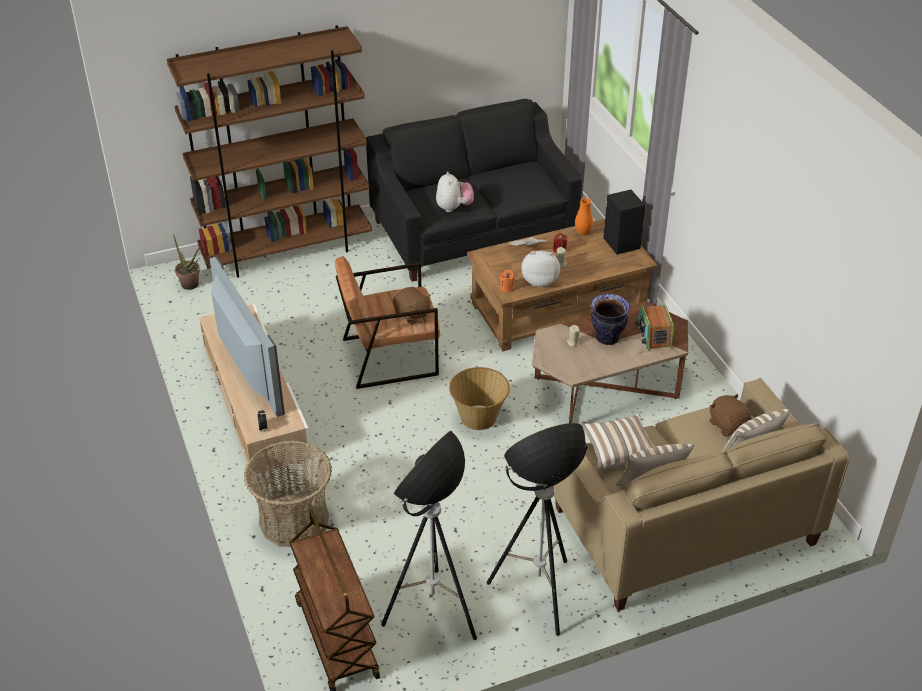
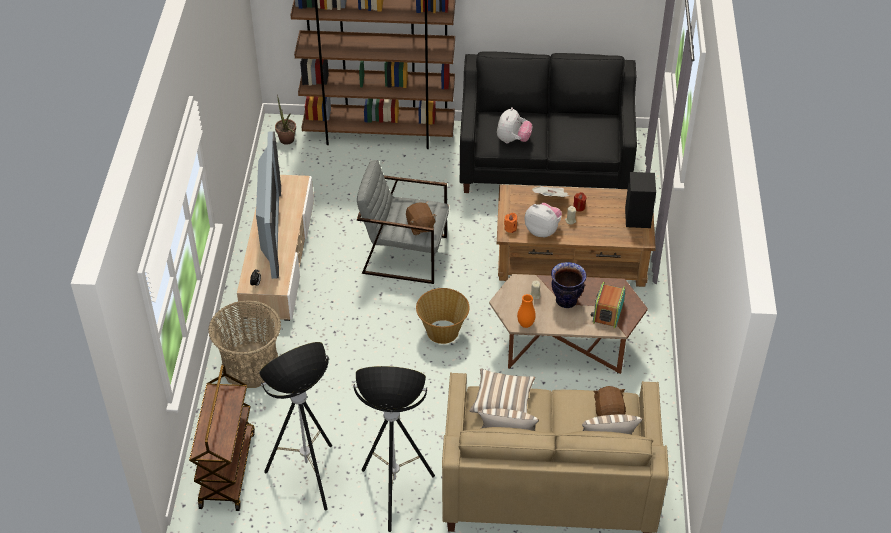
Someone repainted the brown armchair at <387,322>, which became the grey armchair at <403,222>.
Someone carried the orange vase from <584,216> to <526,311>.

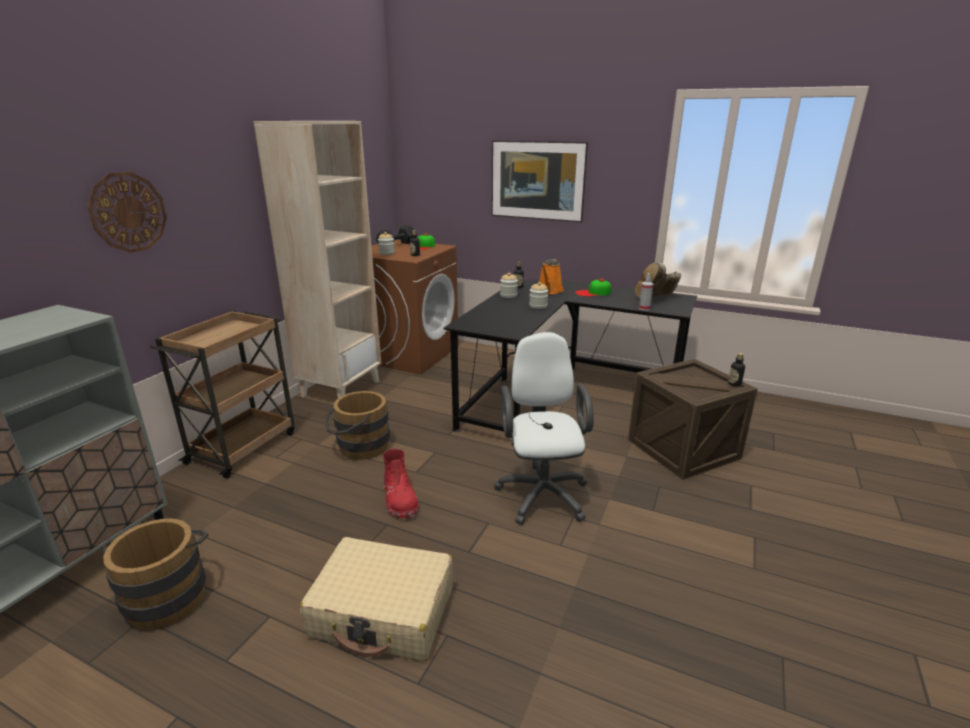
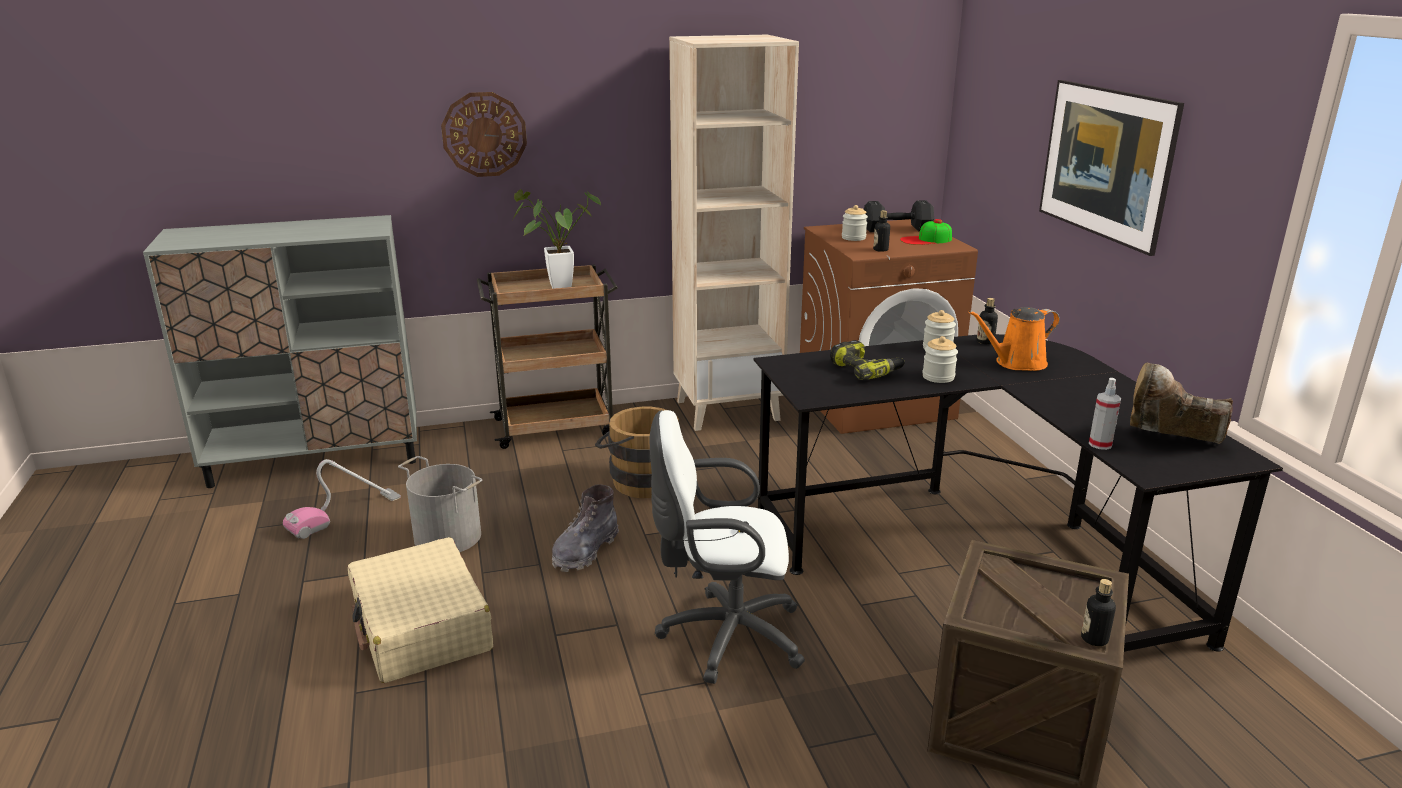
Someone swapped the brown bucket at <155,574> for the vacuum cleaner at <342,499>.
Someone put down the grey bucket at <440,504>.
Someone put down the potted plant at <557,239>.
Someone repainted the red boot at <401,484>, which became the grey boot at <585,528>.
Someone rotated the white office chair at <544,428> by 135 degrees counterclockwise.
Someone put down the power drill at <867,360>.
Someone took away the cap at <593,287>.

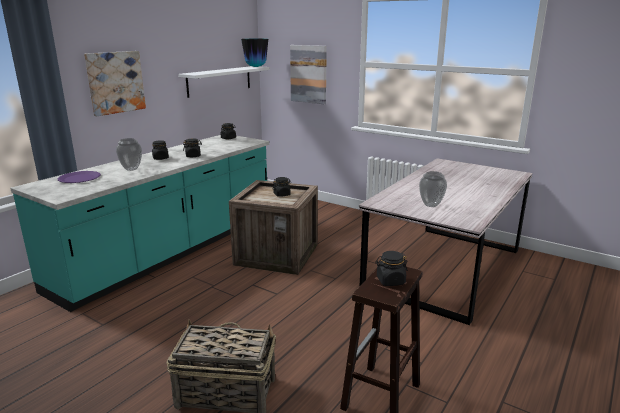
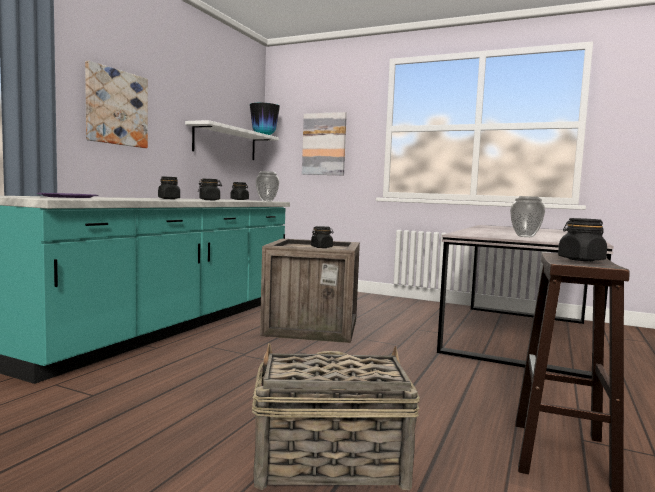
Someone carried the vase from <129,154> to <267,186>.

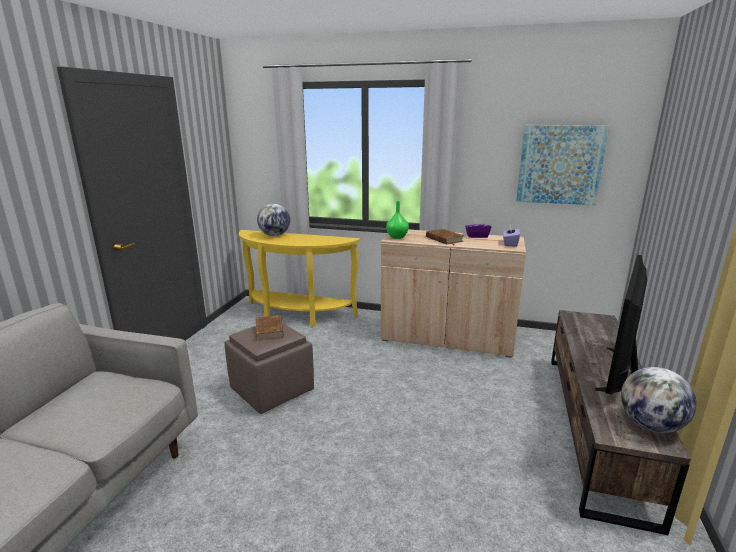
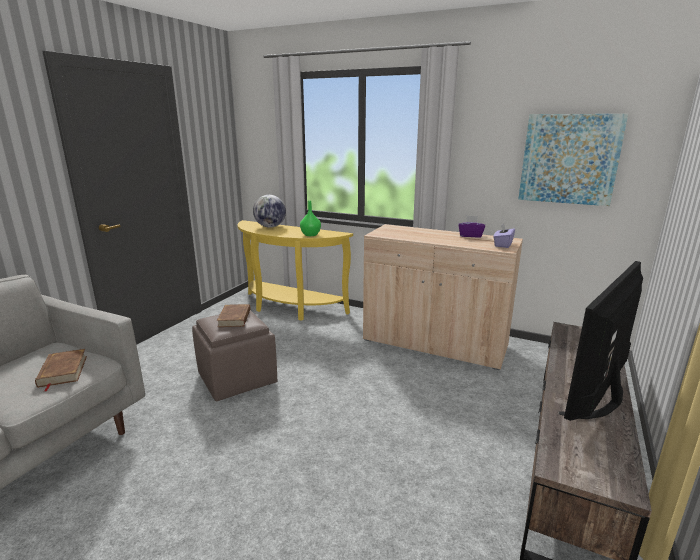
Someone carried the brown book from <445,237> to <61,370>.
Someone carried the green vase from <397,220> to <310,218>.
Someone took away the globe at <659,400>.

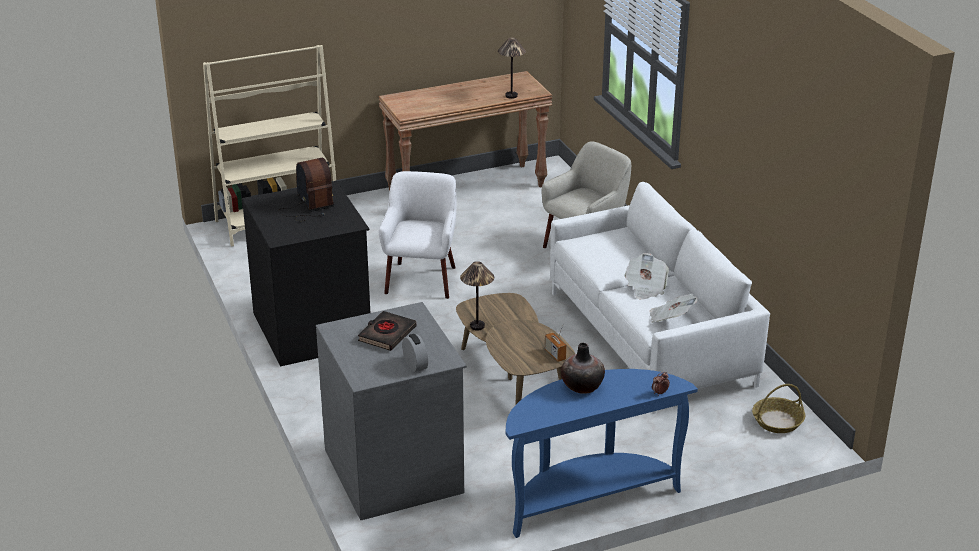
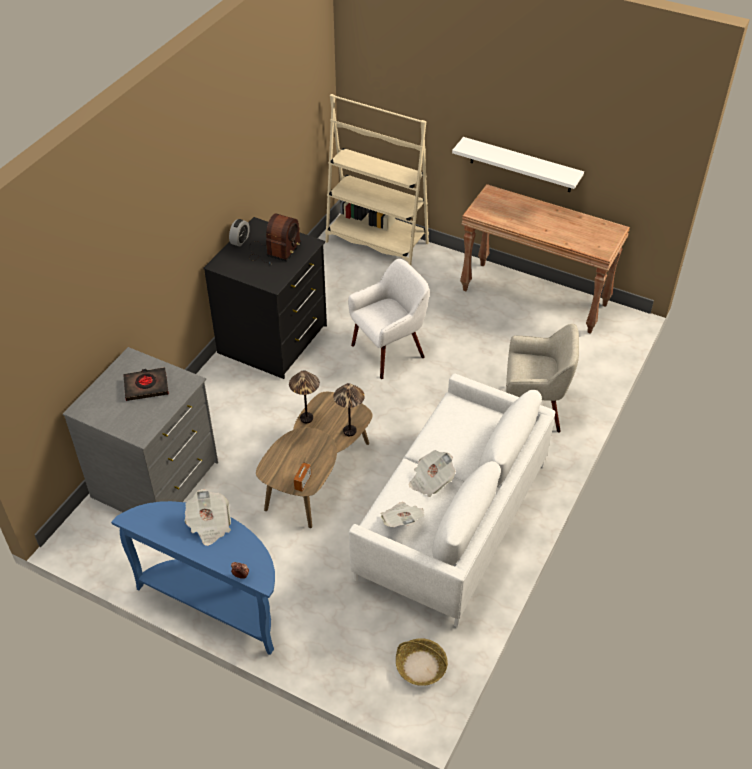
Someone swapped the vase at <583,368> for the newspaper at <208,517>.
Someone carried the alarm clock from <415,353> to <239,233>.
Someone carried the table lamp from <512,68> to <349,409>.
Someone put up the white shelf at <518,164>.

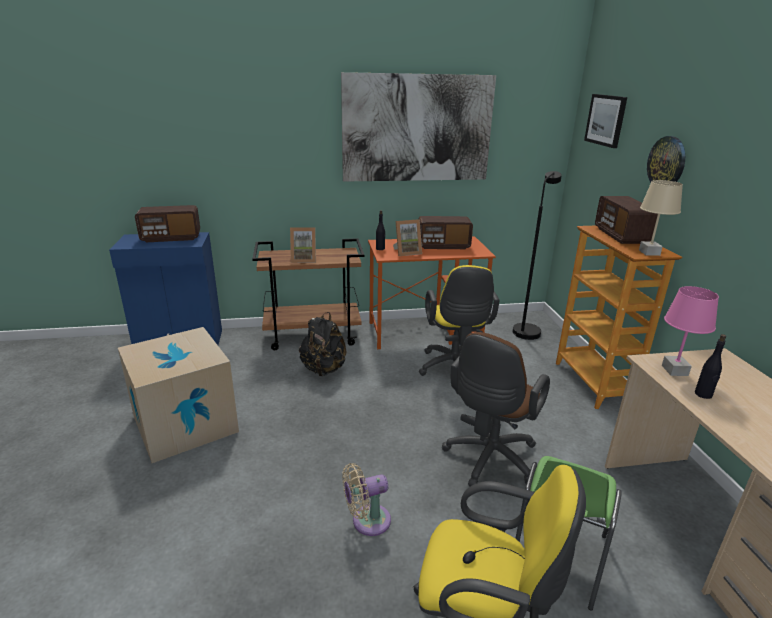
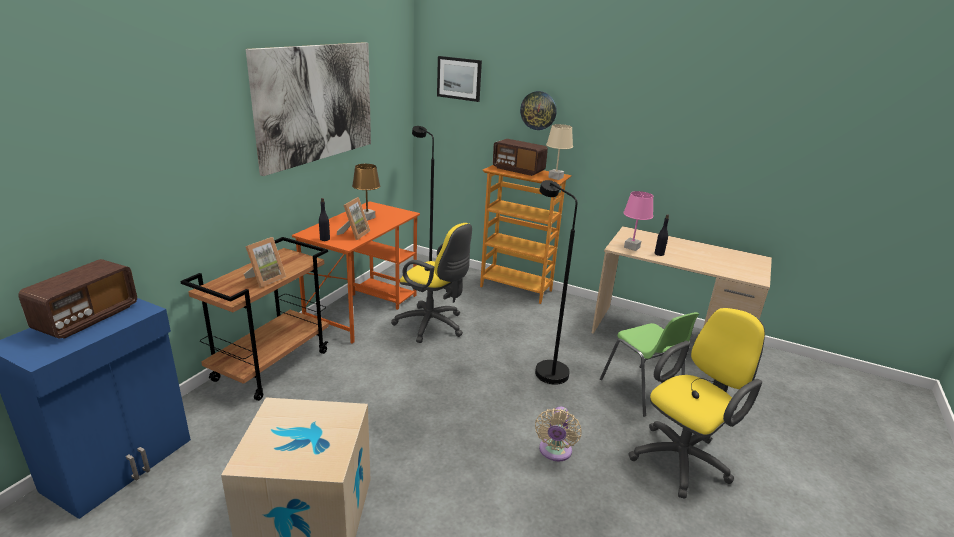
Someone swapped the radio at <446,232> for the brown table lamp at <366,192>.
Someone swapped the brown office chair at <496,409> for the black floor lamp at <556,282>.
Someone took away the black backpack at <322,344>.

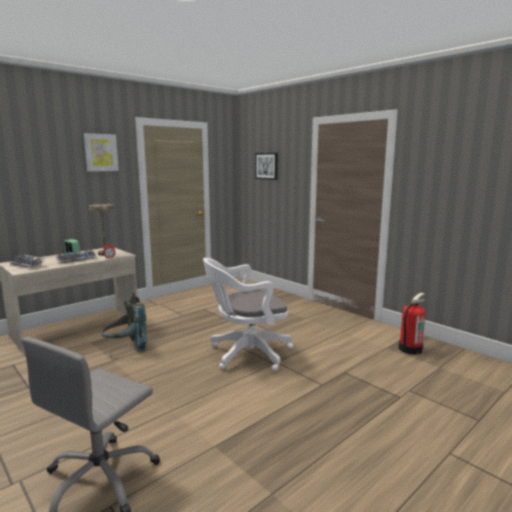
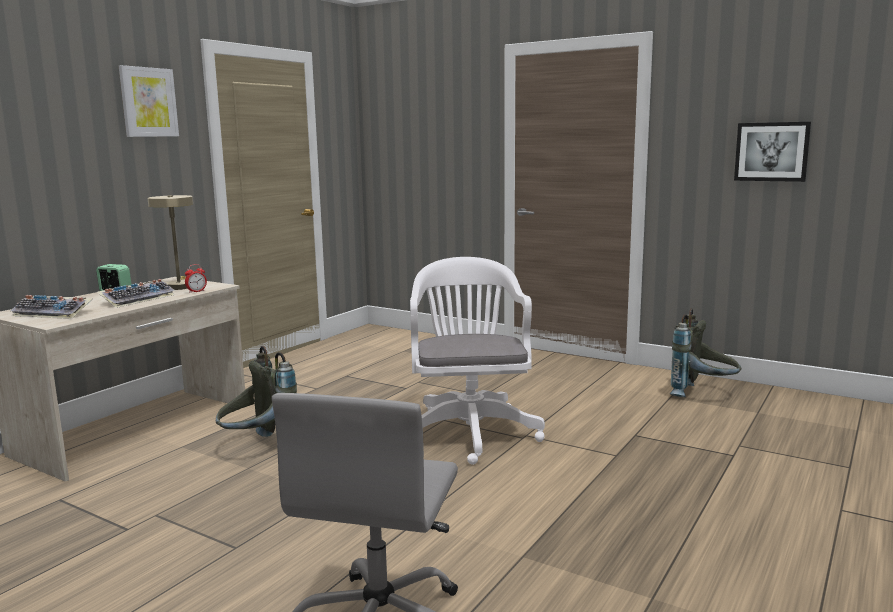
Someone rotated the white office chair at <248,314> by 120 degrees clockwise.
Someone swapped the fire extinguisher at <412,324> for the grey backpack at <705,352>.
Someone carried the picture from <266,166> to <772,152>.

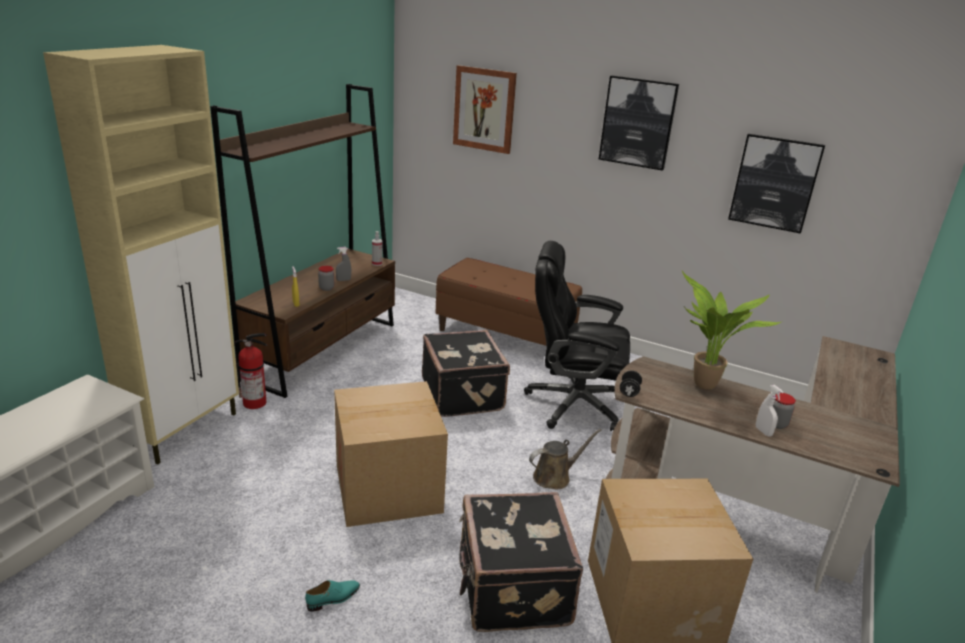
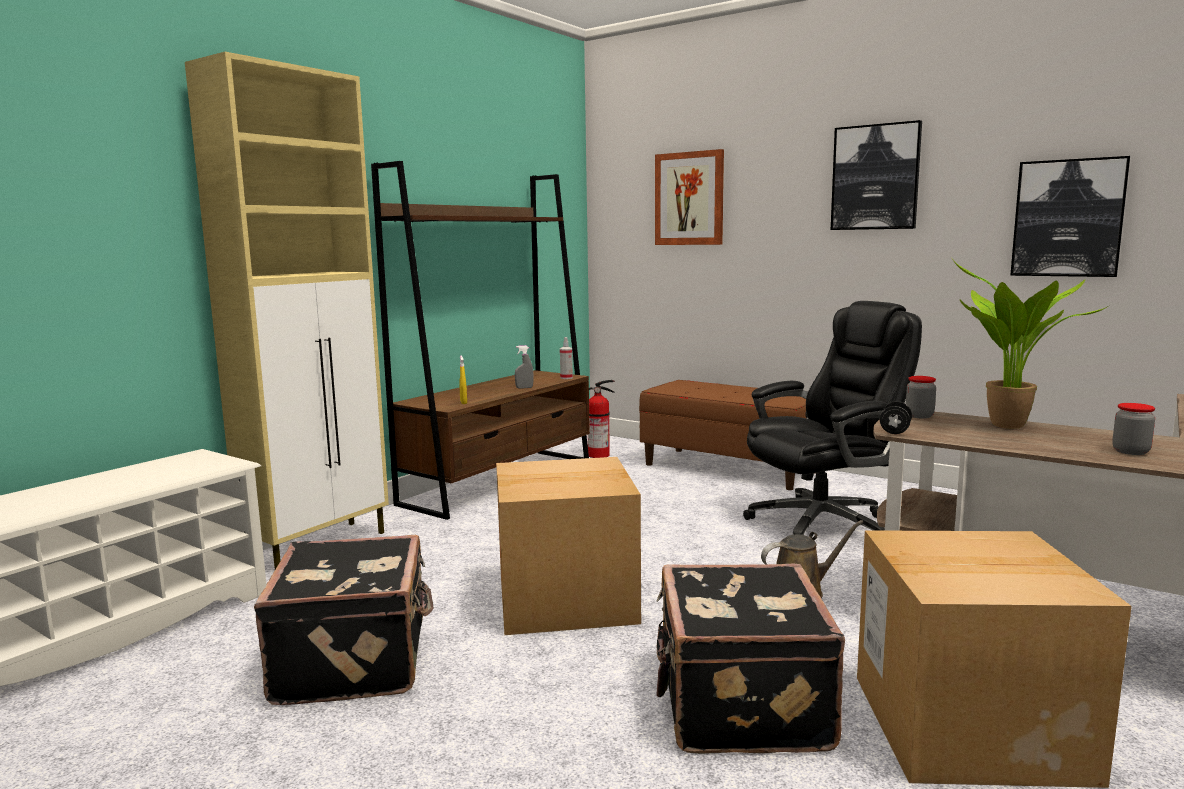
Someone carried the black suitcase from <466,373> to <344,620>.
Someone carried the fire extinguisher from <251,371> to <601,419>.
Someone rotated the black office chair at <577,336> by 135 degrees clockwise.
Someone carried the jar from <326,278> to <921,397>.
Someone took away the turquoise shoe at <332,596>.
Someone took away the white spray bottle at <770,411>.

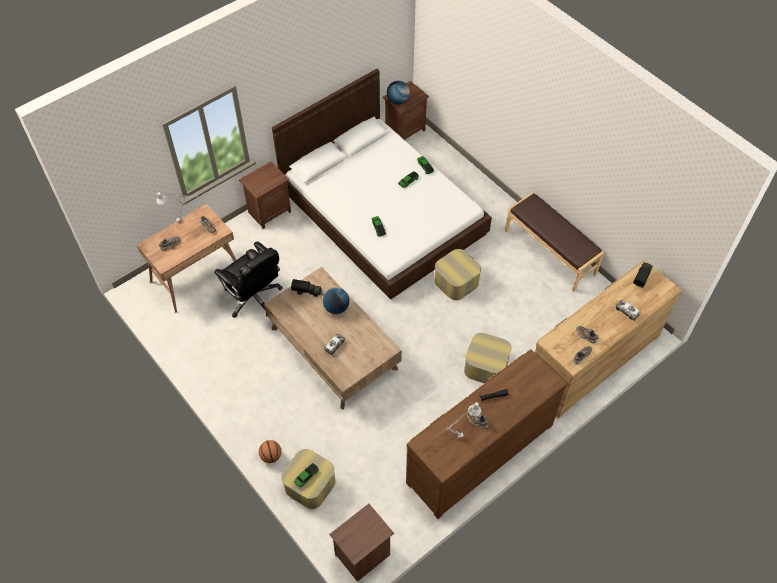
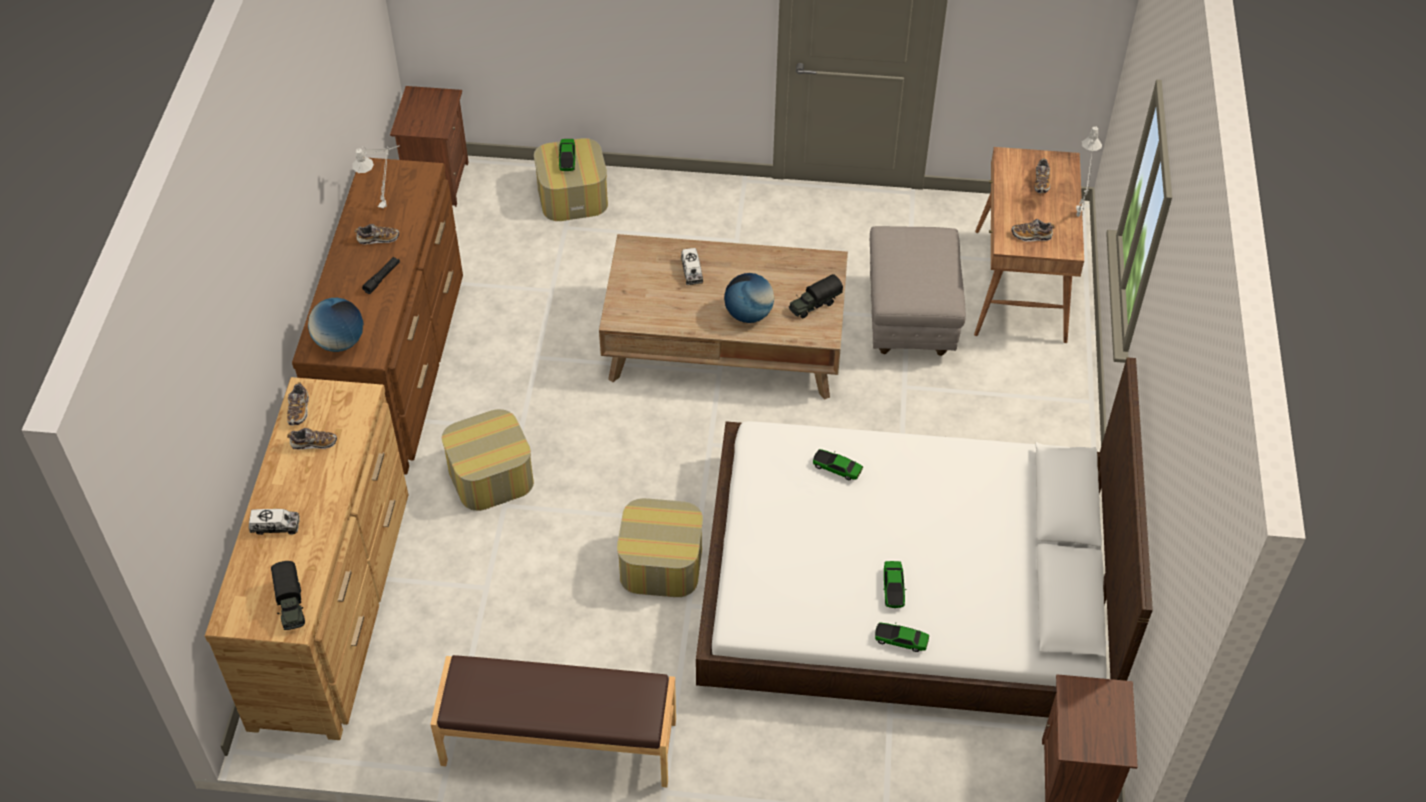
Someone carried the globe from <398,92> to <335,325>.
Someone swapped the black office chair at <248,279> for the grey ottoman at <918,291>.
Someone took away the brown nightstand at <265,195>.
Someone took away the basketball at <270,451>.

